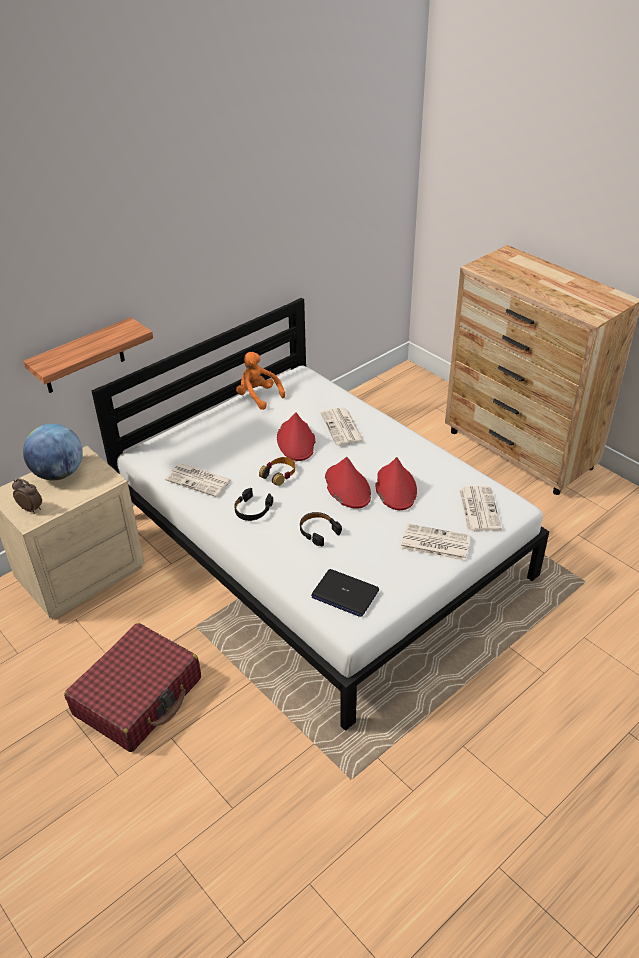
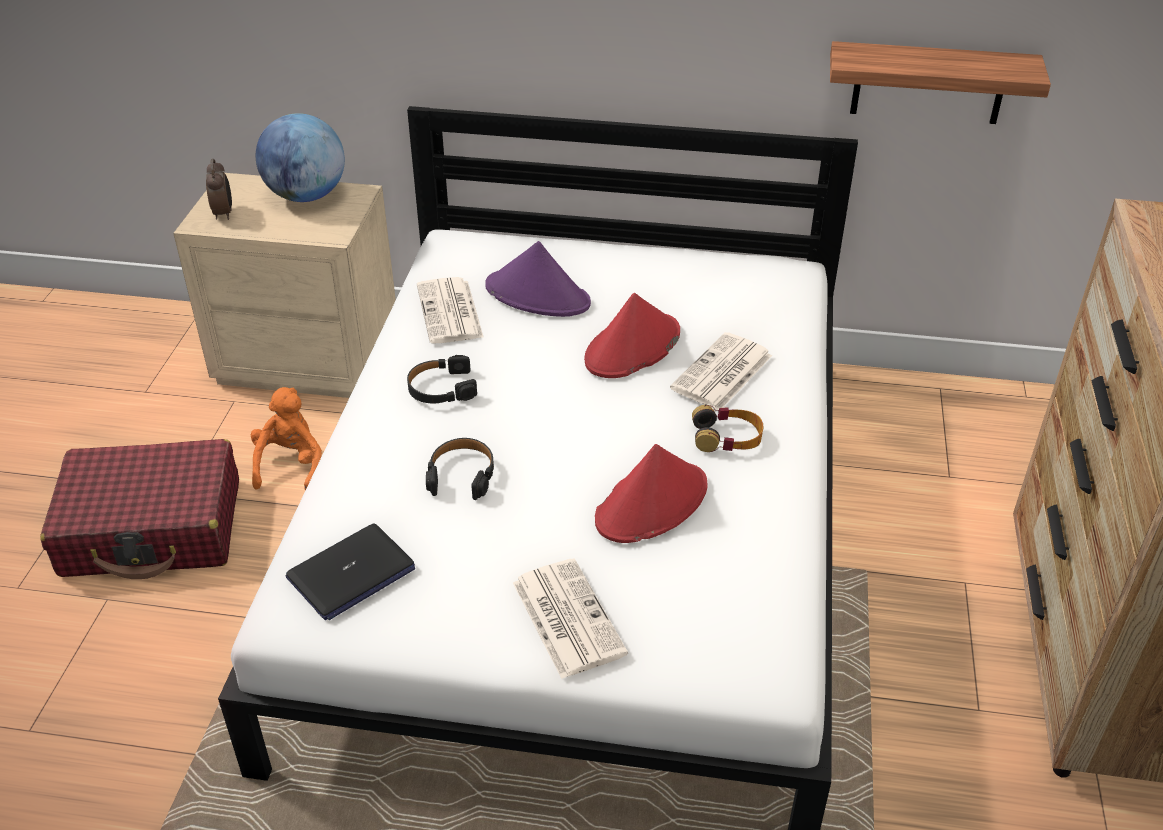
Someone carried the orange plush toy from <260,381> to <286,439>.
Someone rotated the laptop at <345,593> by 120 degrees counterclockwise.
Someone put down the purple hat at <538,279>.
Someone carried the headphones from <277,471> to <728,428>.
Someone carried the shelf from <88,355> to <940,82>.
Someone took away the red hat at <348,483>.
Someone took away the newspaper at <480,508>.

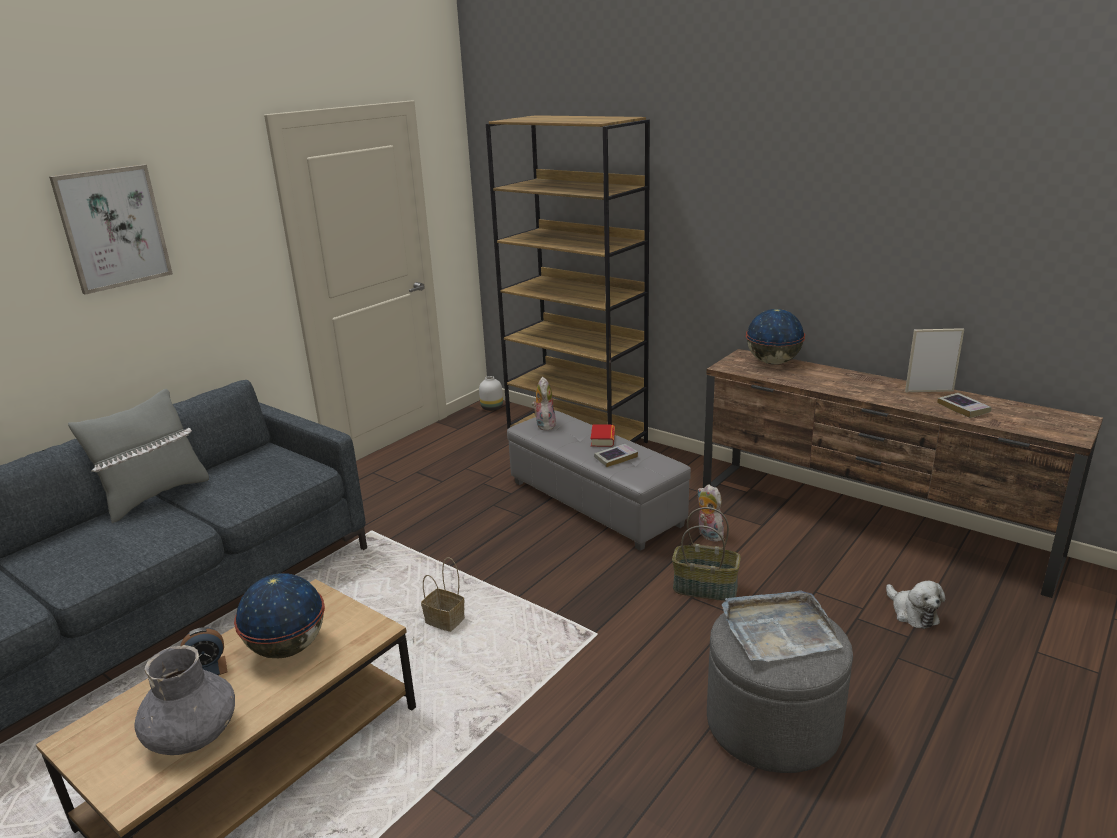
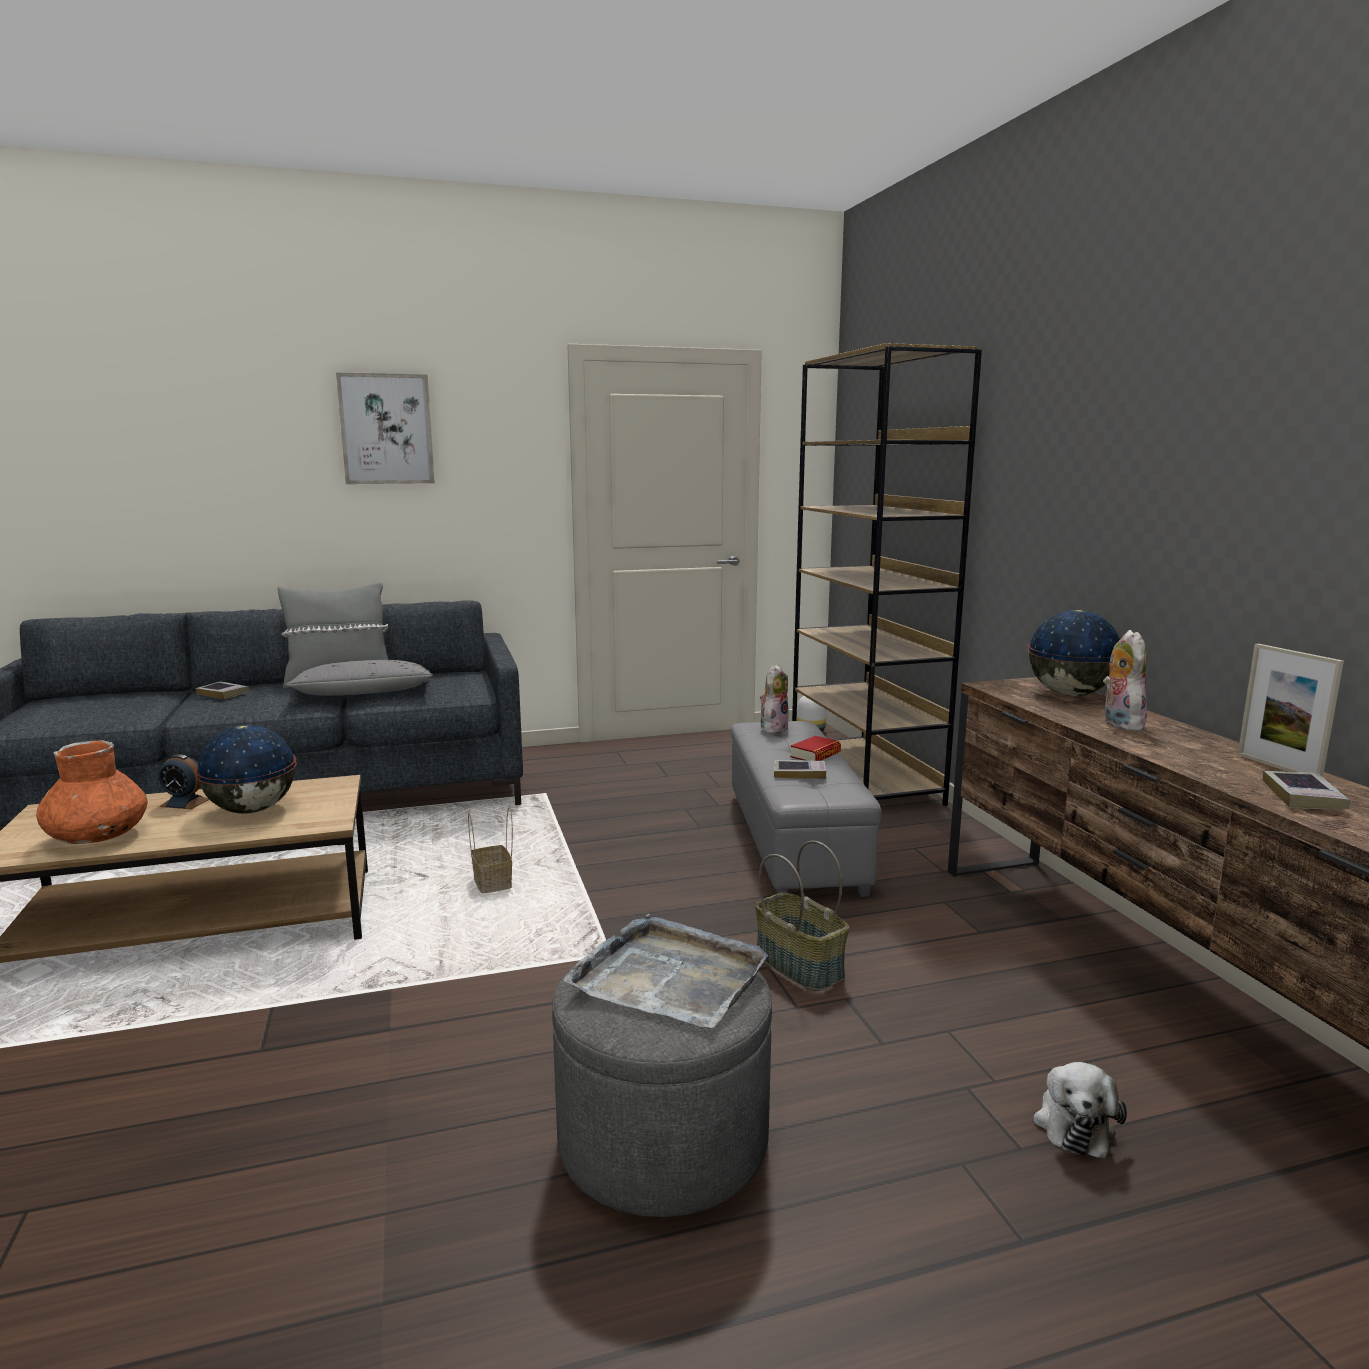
Someone repainted the grey vase at <184,700>, which became the orange vase at <92,792>.
Someone put down the book at <222,690>.
Someone put down the grey pillow at <359,678>.
Someone carried the plush toy from <711,513> to <1125,680>.
Someone rotated the picture frame at <934,360> by 150 degrees counterclockwise.

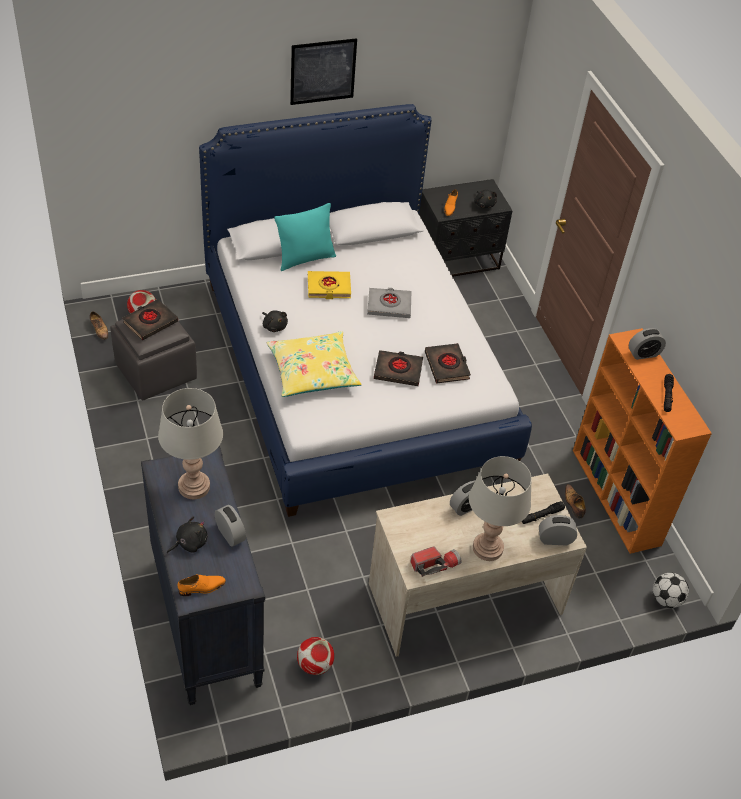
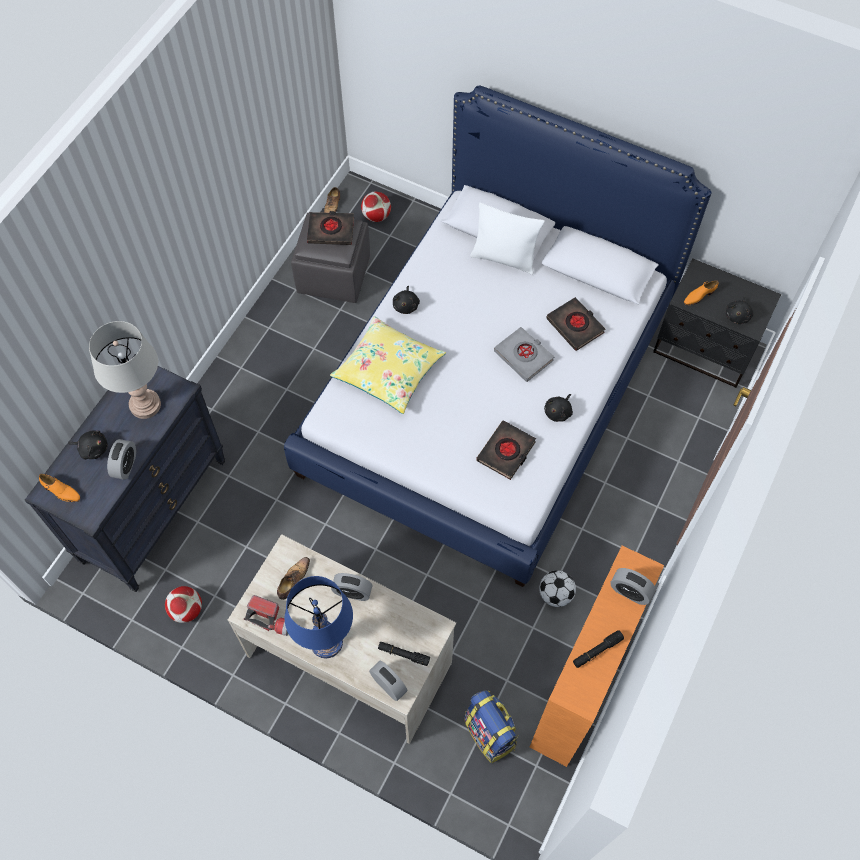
Someone carried the shoe from <575,501> to <293,578>.
Someone repainted the grey table lamp at <500,508>, which became the blue table lamp at <319,617>.
Someone put down the backpack at <491,726>.
Someone repainted the turquoise pillow at <305,237>, which became the white pillow at <507,239>.
Someone carried the football from <671,590> to <557,588>.
Someone put down the black plush toy at <558,408>.
Someone carried the black book from <398,368> to <575,324>.
Someone took away the picture at <323,71>.
Someone took away the yellow book at <329,285>.

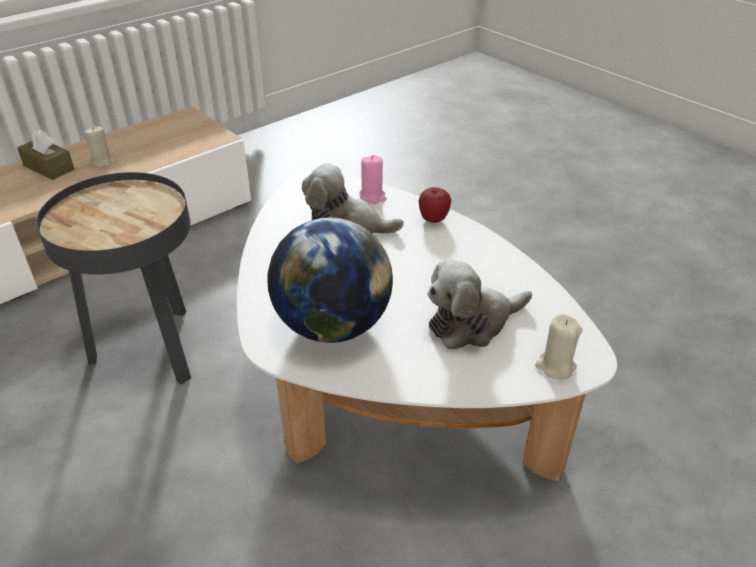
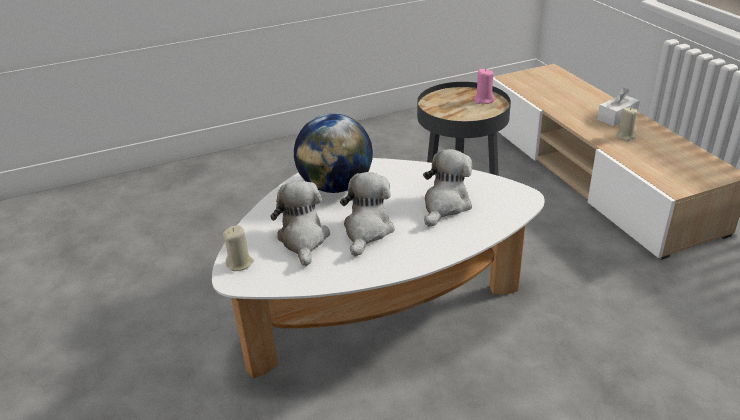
Someone put down the plush toy at <367,214>.
Someone carried the pink candle from <373,179> to <484,86>.
Someone repainted the brown tissue box at <45,154>, which became the white tissue box at <618,107>.
Someone took away the apple at <435,205>.

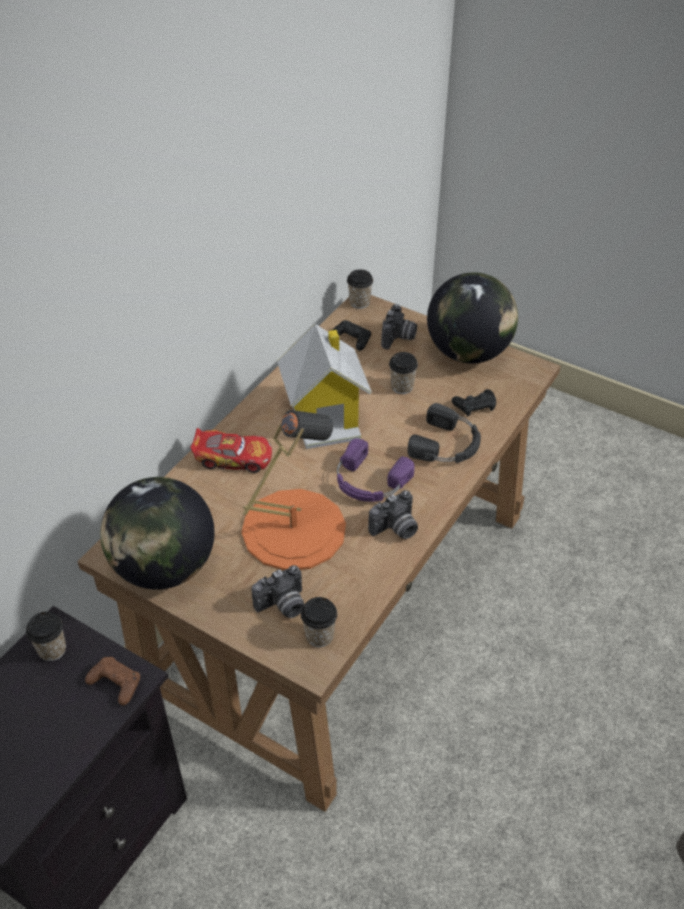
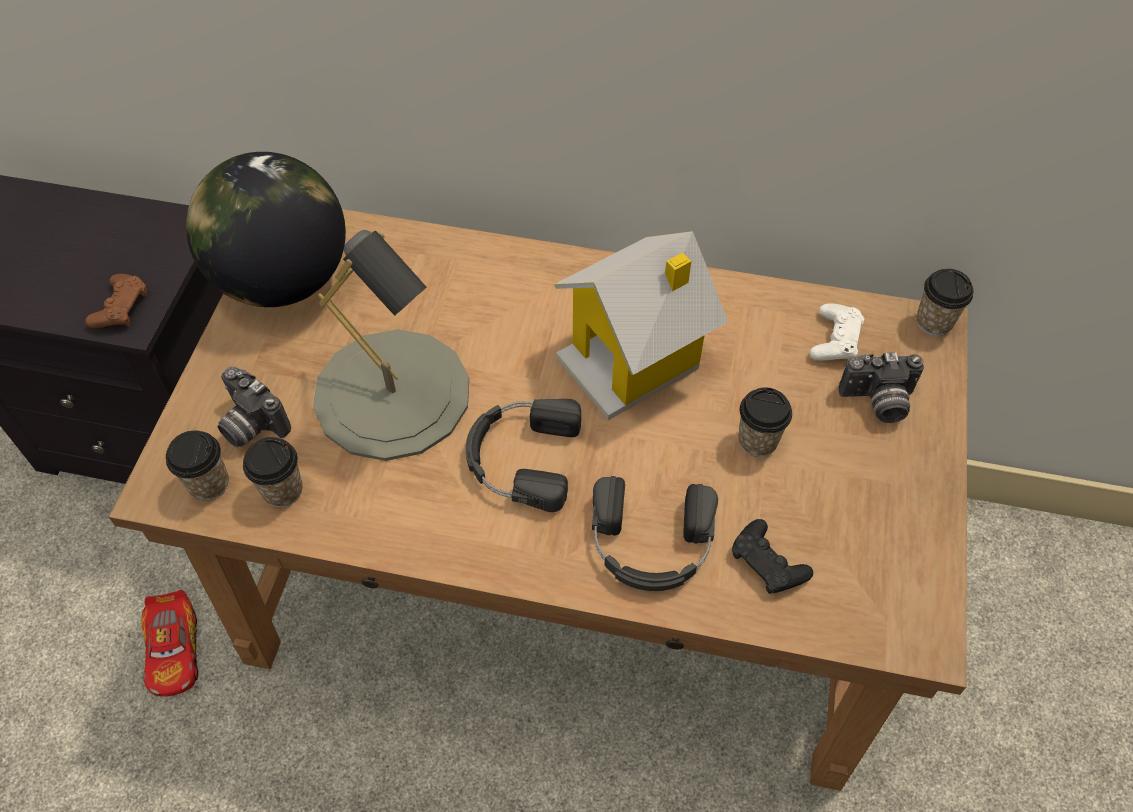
Someone carried the toy car from <231,450> to <170,643>.
Someone carried the cup from <46,636> to <273,472>.
Someone repainted the orange table lamp at <294,490>, which became the grey table lamp at <391,345>.
Someone repainted the purple headphones at <376,470>, which became the black headphones at <523,455>.
Someone repainted the black game controller at <352,335>, which became the white game controller at <837,332>.
Someone took away the photo camera at <393,514>.
Someone took away the globe at <472,318>.

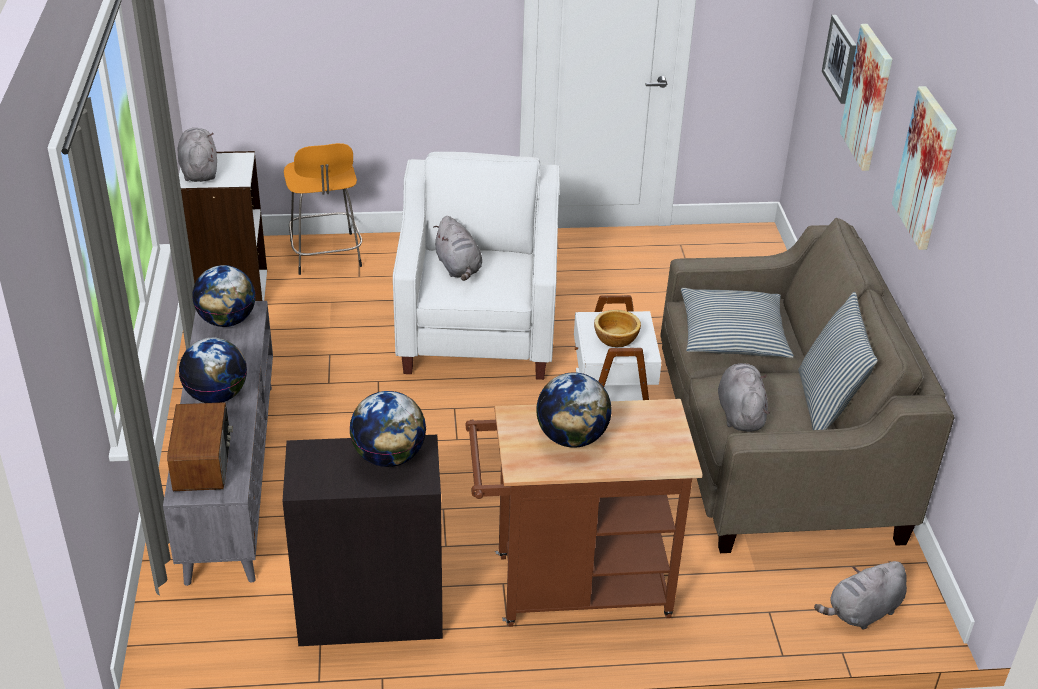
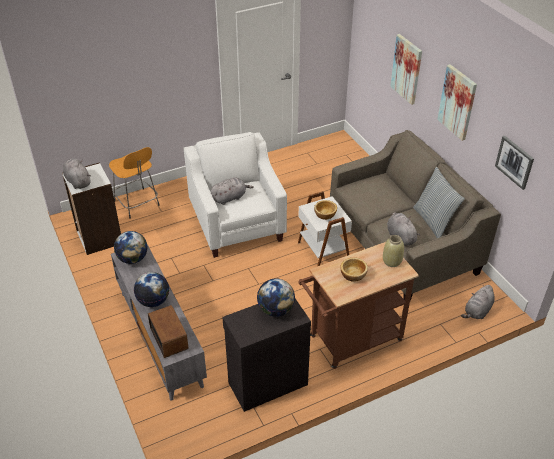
Someone rotated the grey plush toy at <457,248> by 75 degrees counterclockwise.
Someone swapped the globe at <573,410> for the bowl at <354,270>.
Someone put down the beige vase at <393,251>.
Someone carried the picture from <839,59> to <514,163>.
Someone took away the pillow at <737,323>.

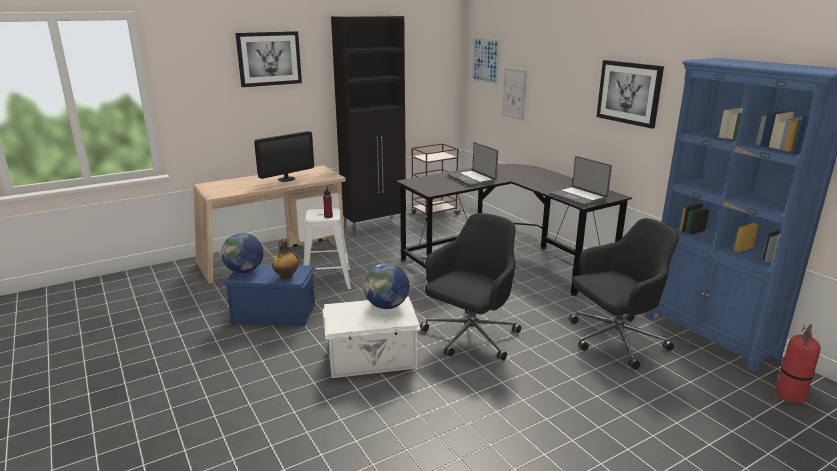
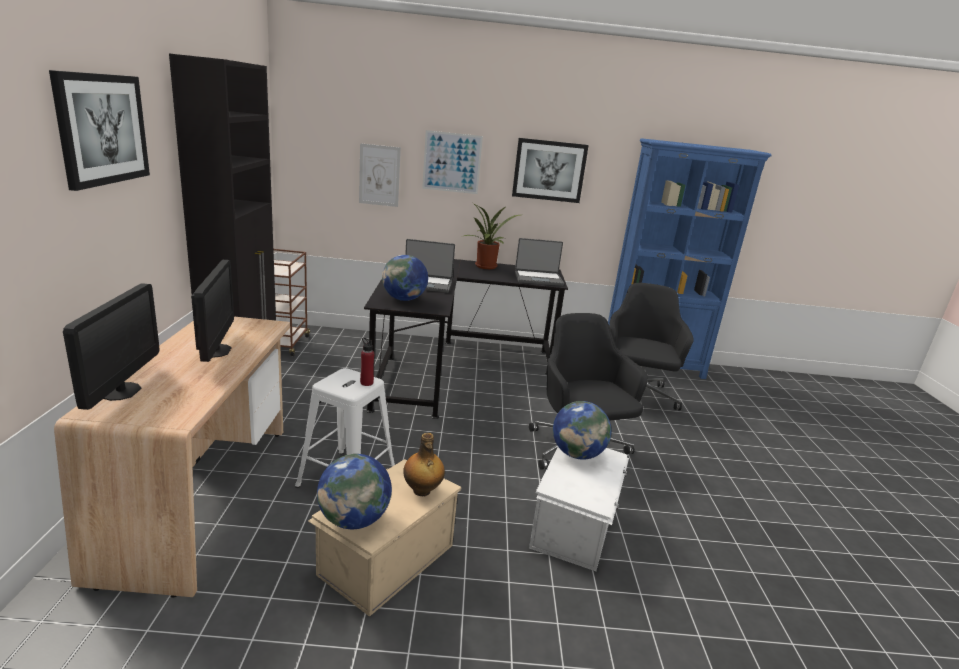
Someone put down the monitor at <111,346>.
Someone repainted the blue storage box at <269,295>, which became the beige storage box at <384,538>.
Someone put down the globe at <405,278>.
Someone carried the picture from <486,61> to <452,162>.
Someone put down the potted plant at <490,236>.
Someone took away the fire extinguisher at <798,364>.

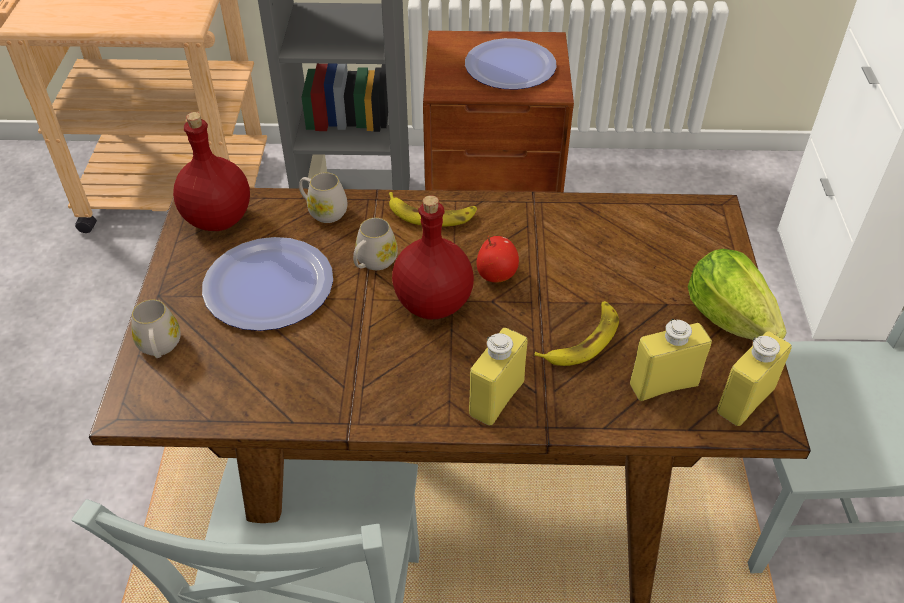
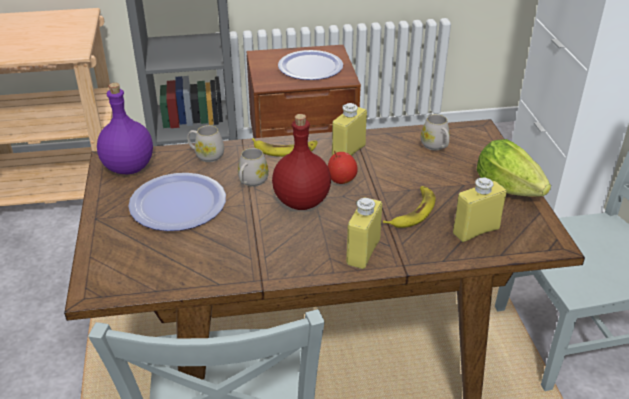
Someone repainted the red bottle at <211,171>, which became the purple bottle at <125,128>.
Someone carried the yellow bottle from <754,378> to <349,129>.
Someone carried the white mug from <156,328> to <435,132>.

